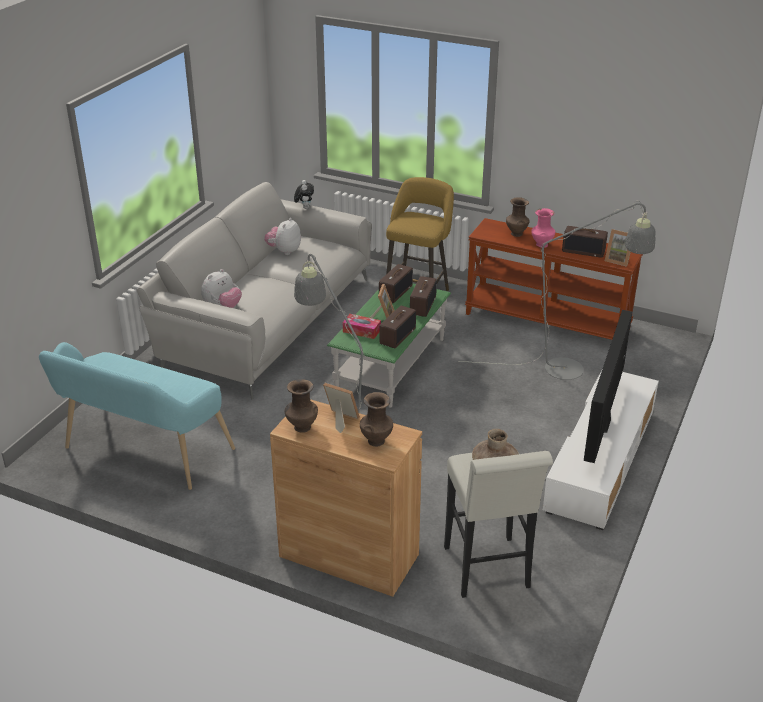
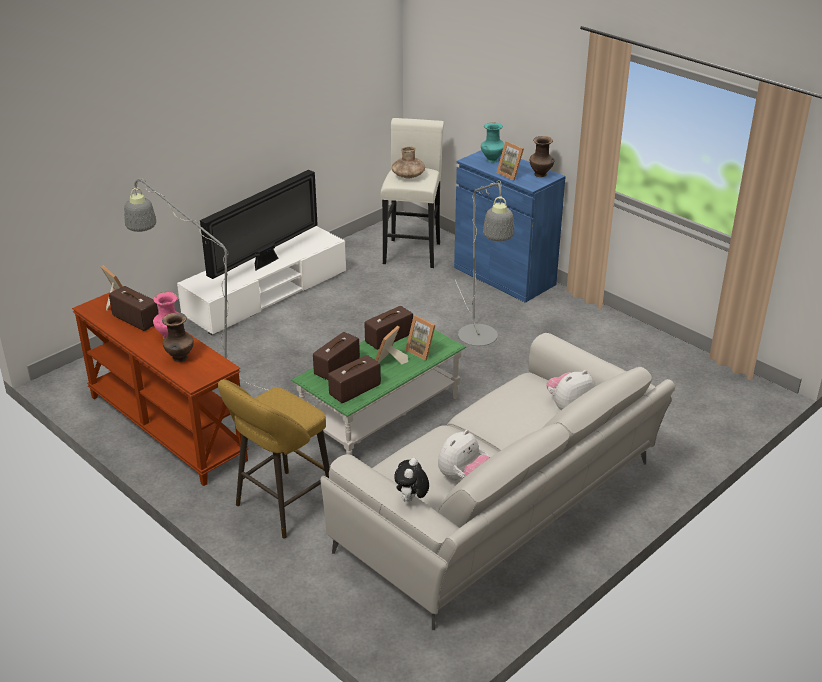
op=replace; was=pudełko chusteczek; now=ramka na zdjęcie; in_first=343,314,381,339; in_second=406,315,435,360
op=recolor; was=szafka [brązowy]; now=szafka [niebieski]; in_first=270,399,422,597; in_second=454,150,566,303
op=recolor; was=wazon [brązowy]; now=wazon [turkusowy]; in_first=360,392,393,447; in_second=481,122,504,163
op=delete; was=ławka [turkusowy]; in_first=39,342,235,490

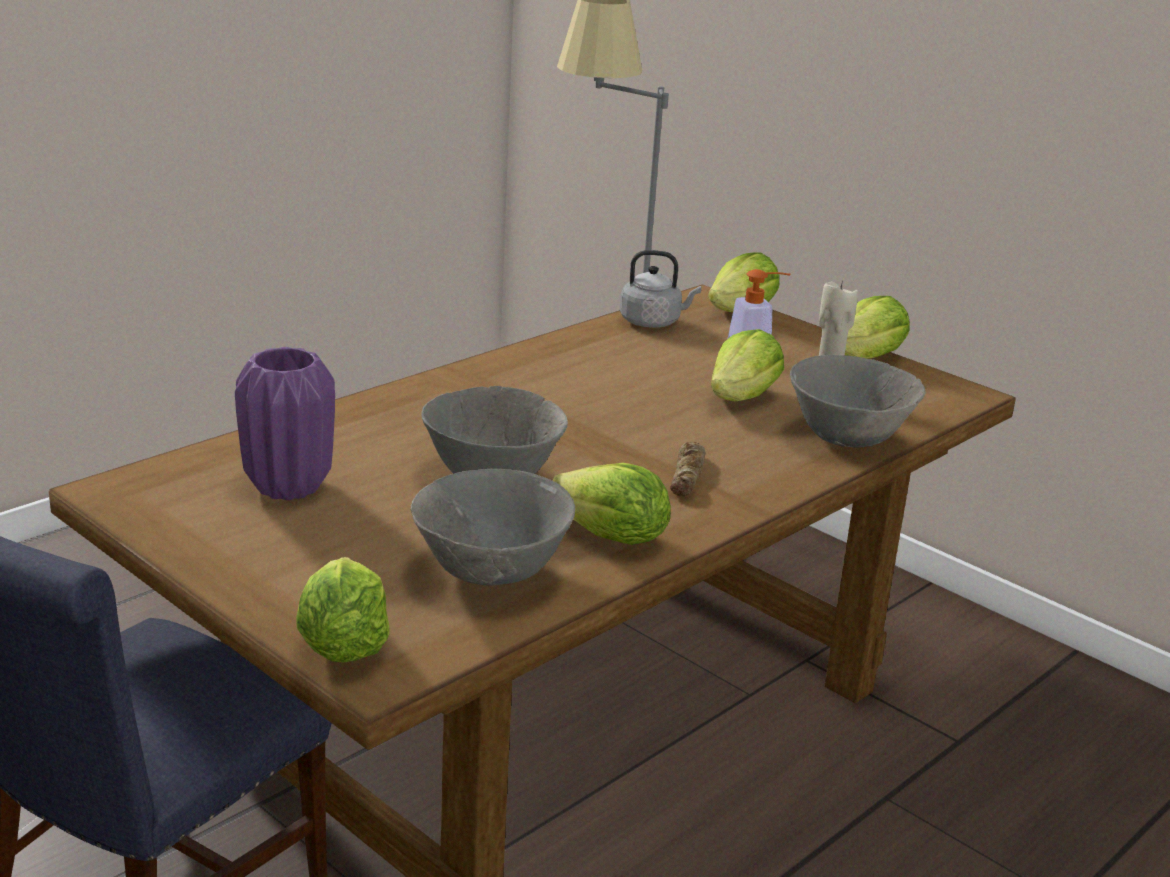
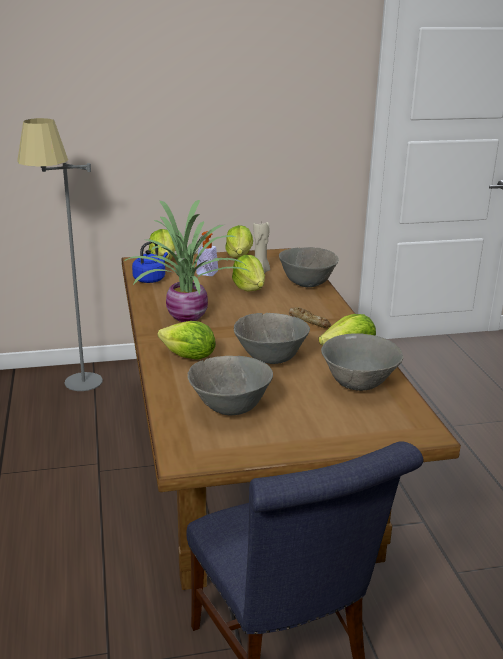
op=insert; now=roślina doniczkowa; in_second=122,200,250,322
op=recolor; was=czajnik [szary]; now=czajnik [niebieski]; in_first=620,250,701,328; in_second=132,241,168,283
op=move; was=sałata; in_first=296,557,389,663; in_second=158,321,216,360
op=replace; was=wazon [fioletowy]; now=miska [szary]; in_first=235,347,335,500; in_second=187,356,273,415

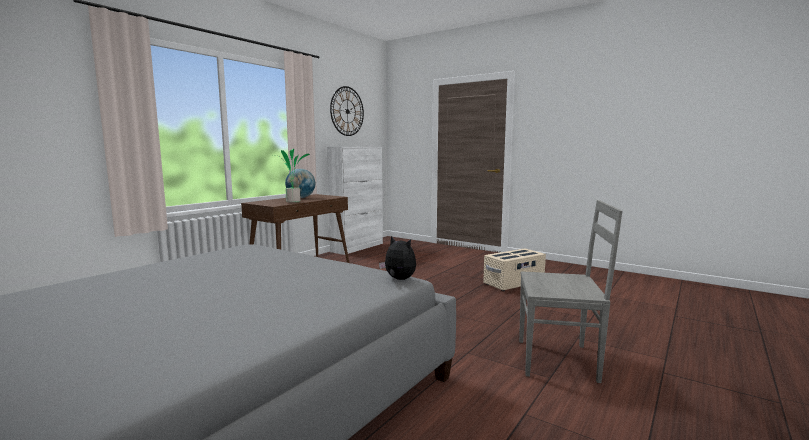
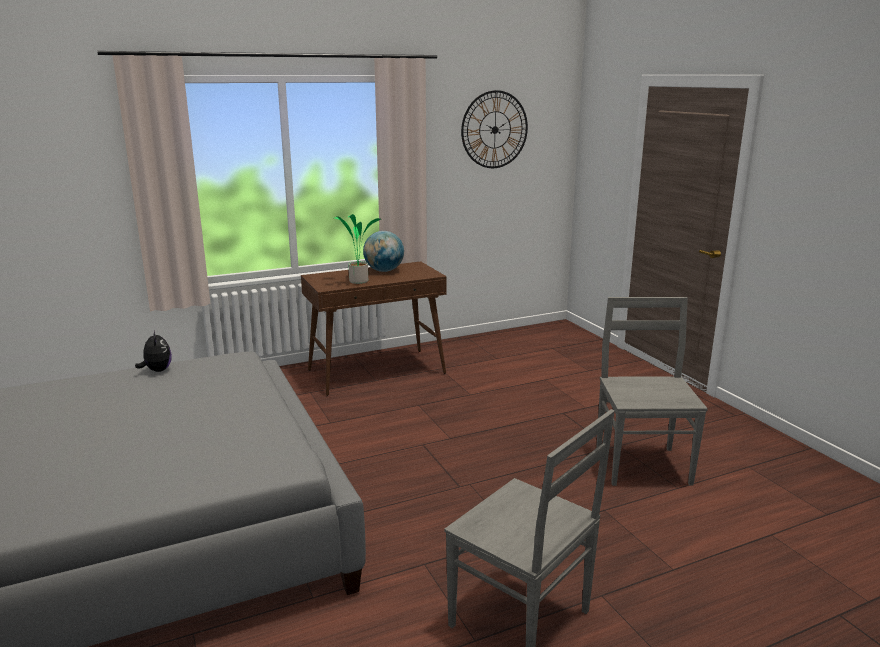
op=move; was=pluszak; in_first=379,236,416,280; in_second=135,330,172,372
op=replace; was=pojemnik do przechowywania [beżowy]; now=krzesło [szary]; in_first=483,248,546,291; in_second=596,297,708,486
op=delete; was=szafka [biały]; in_first=327,147,383,255

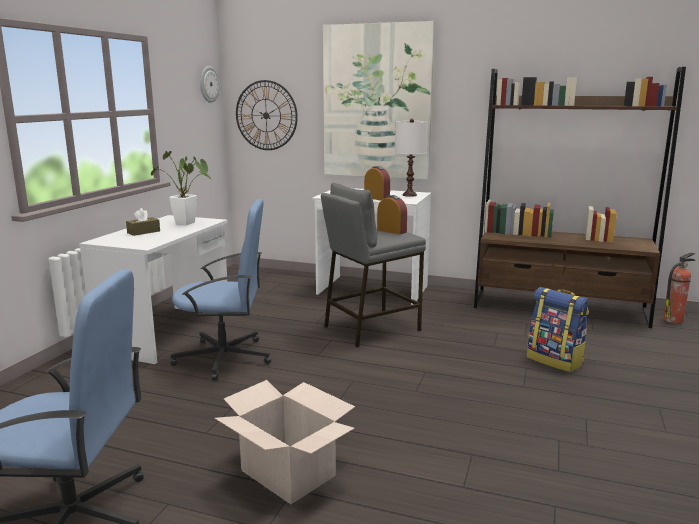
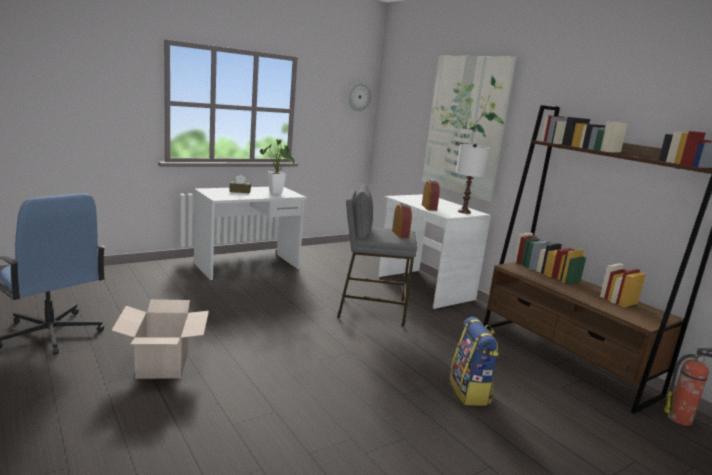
op=delete; was=krzesło biurowe [niebieski]; in_first=170,199,271,381
op=delete; was=zegar ścienny; in_first=236,80,298,150

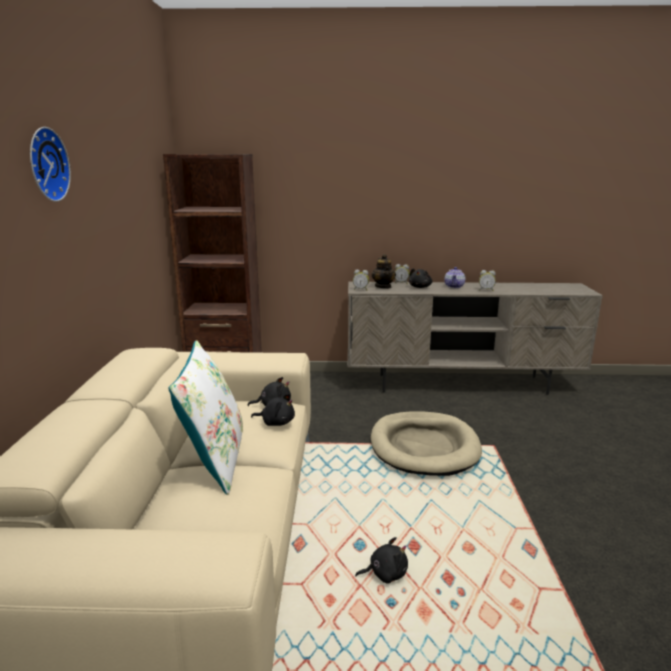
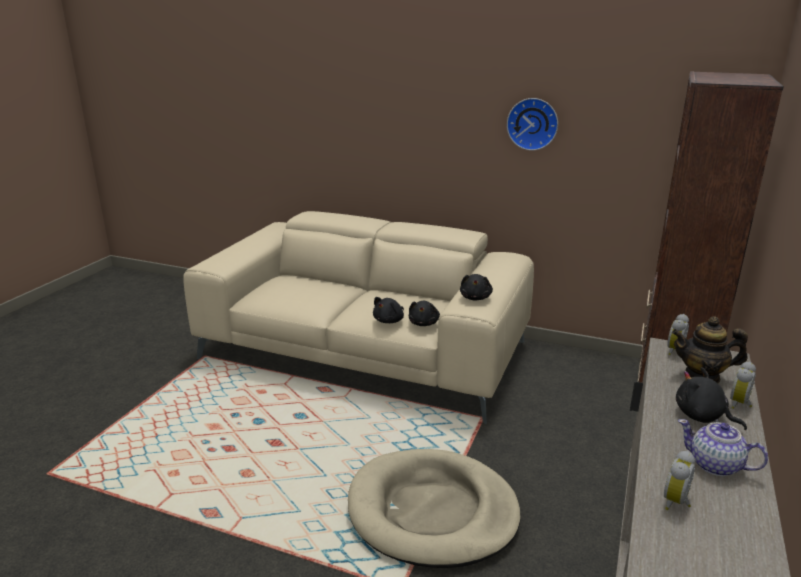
op=move; was=pluszak [czarny]; in_first=355,537,408,584; in_second=460,274,493,301
op=move; was=zegar ścienny; in_first=30,127,71,202; in_second=507,98,558,151
op=delete; was=poduszka [biały]; in_first=168,340,243,495

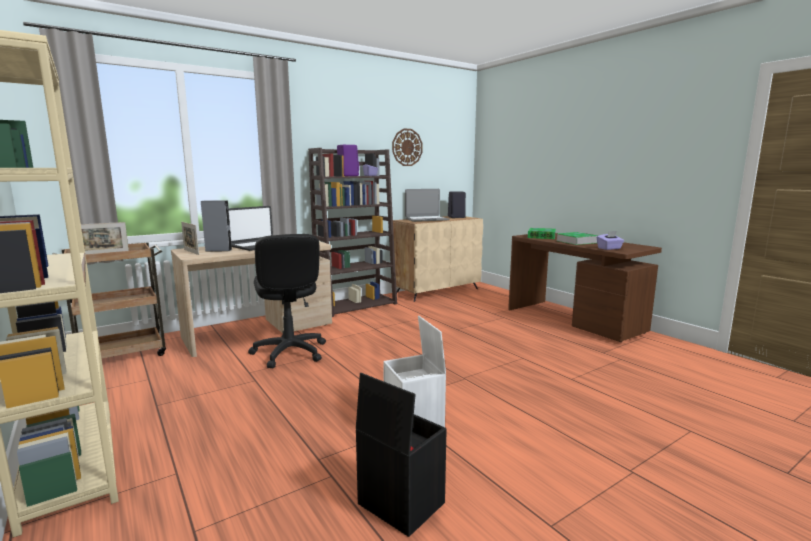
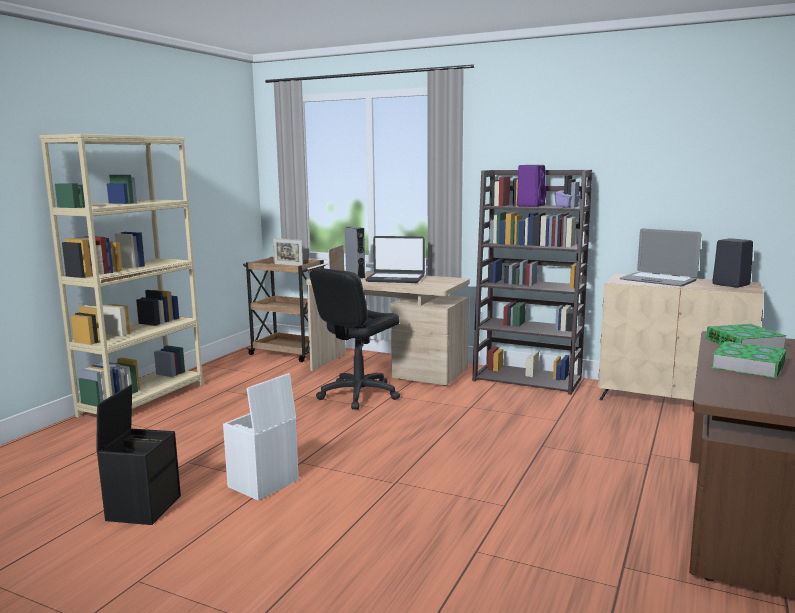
op=delete; was=zegar ścienny; in_first=392,129,422,166
op=delete; was=pudełko chusteczek [fioletowy]; in_first=597,231,624,250

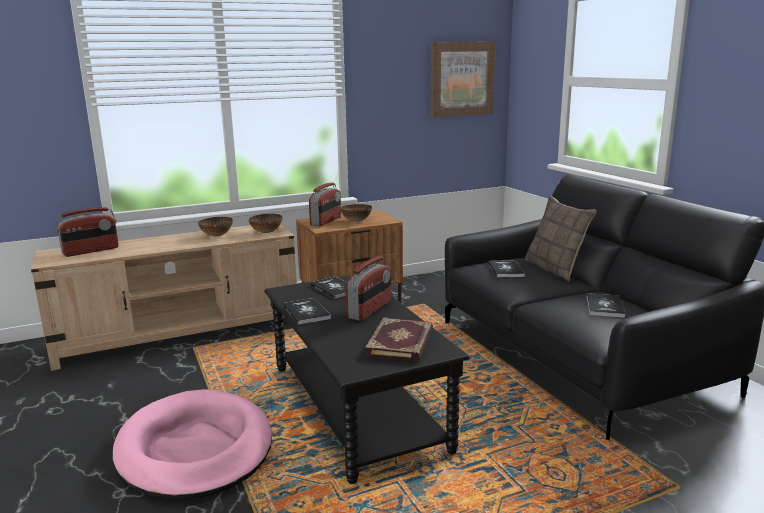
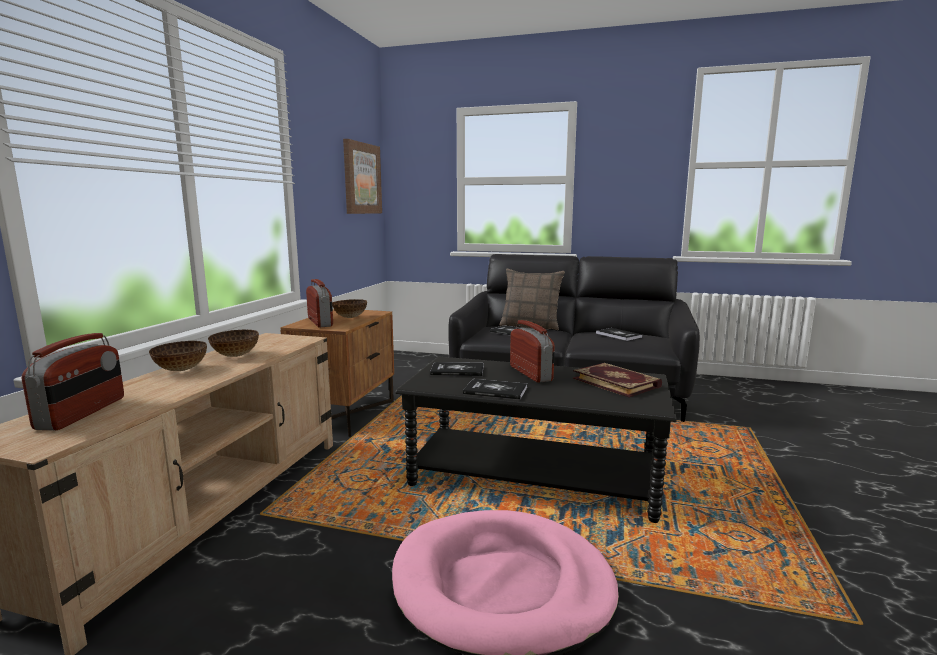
op=move; was=miska; in_first=248,214,282,233; in_second=149,341,207,371

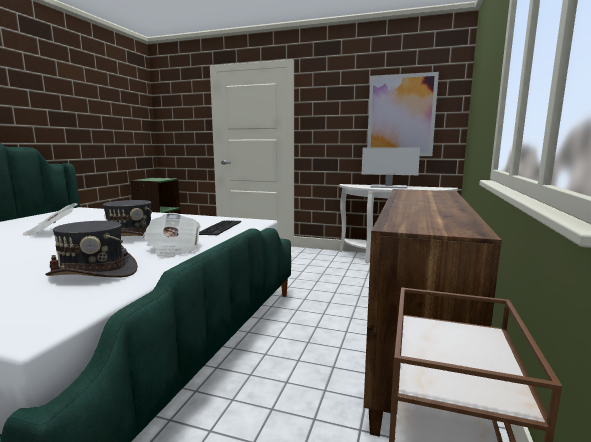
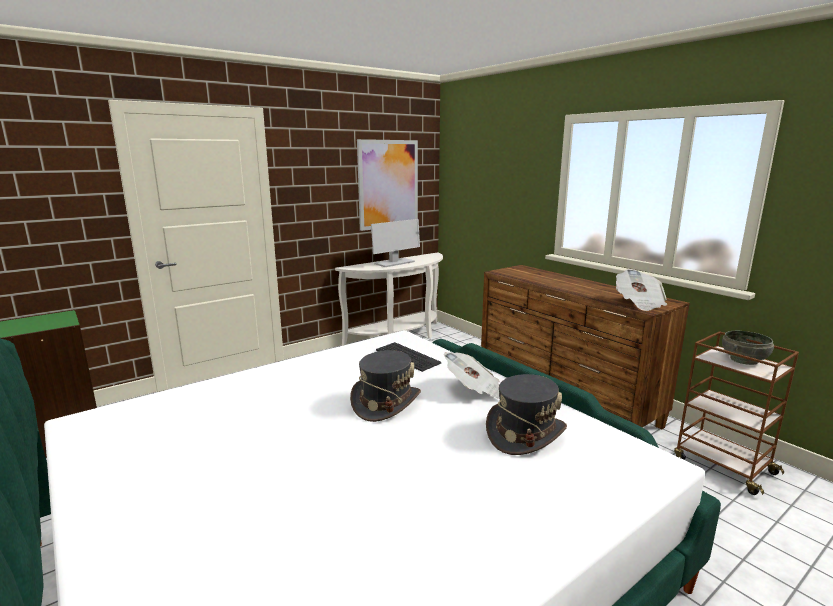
op=move; was=gazeta; in_first=22,203,78,236; in_second=616,269,667,311
op=insert; now=miska [szary]; in_second=722,331,774,365

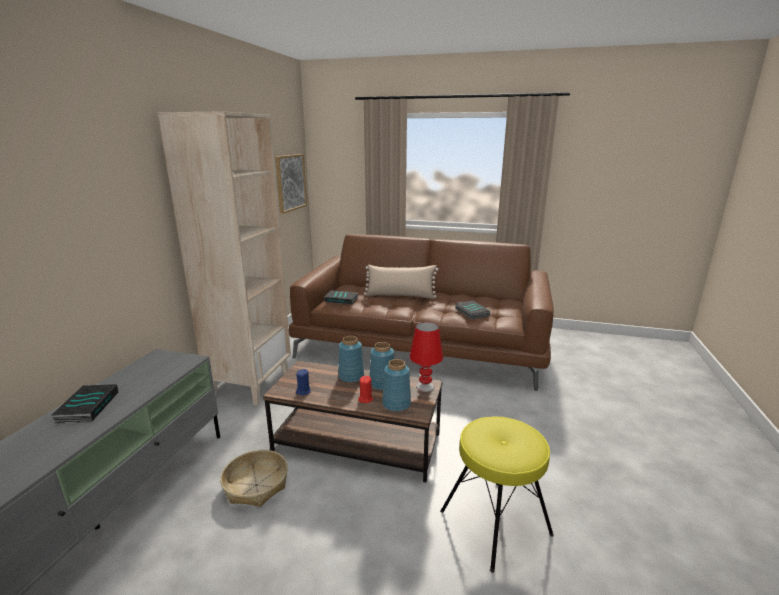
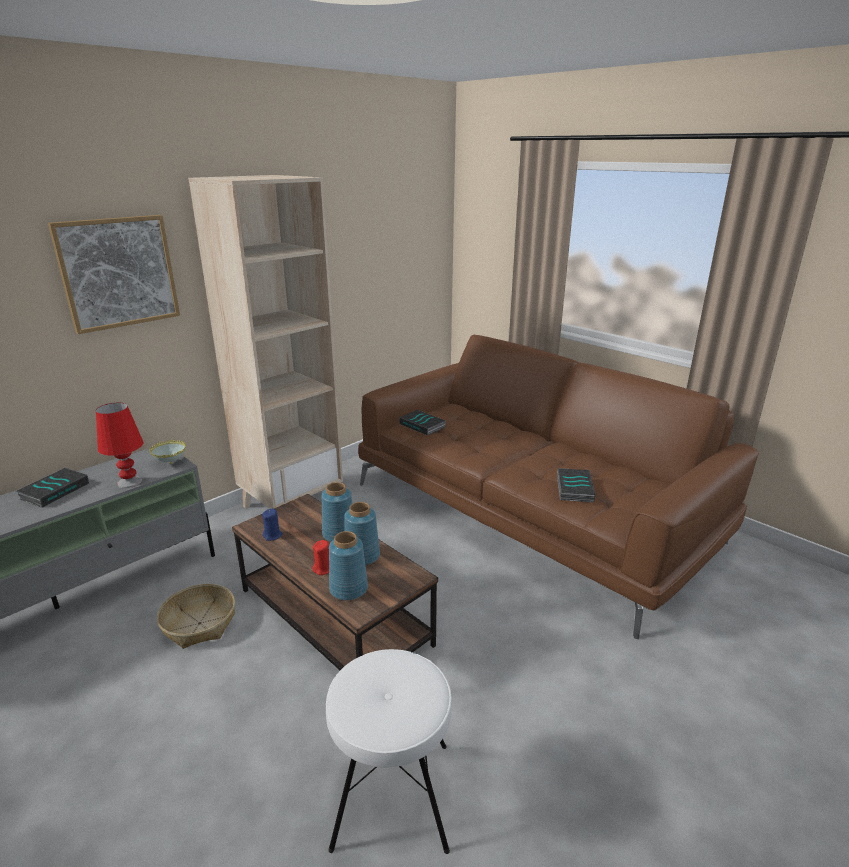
op=move; was=obraz; in_first=275,154,307,214; in_second=48,215,180,334
op=move; was=lampa stołowa [czerwony]; in_first=409,322,443,392; in_second=96,403,144,488
op=insert; now=miska; in_second=149,440,186,464
op=recolor; was=stołek [żółty]; now=stołek [biały]; in_first=440,416,554,573; in_second=326,649,452,854
op=delete; was=poduszka [beżowy]; in_first=364,264,438,299

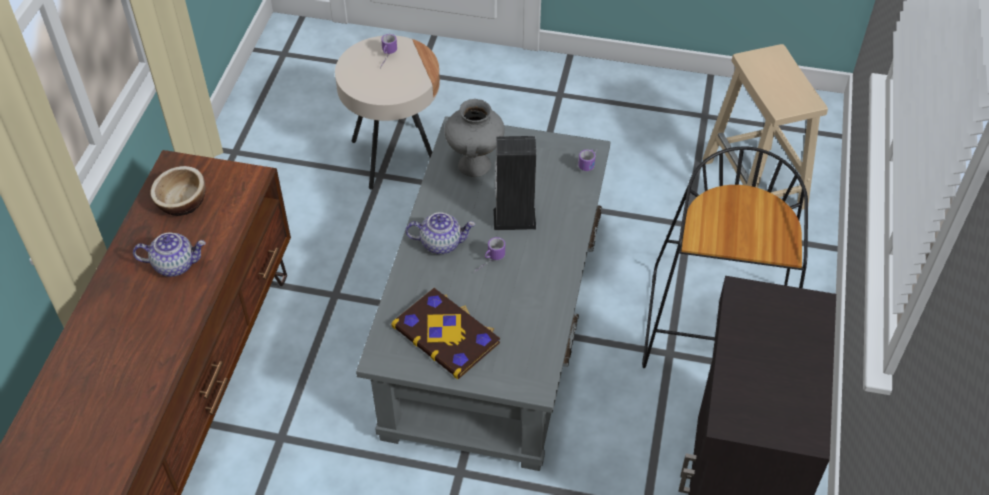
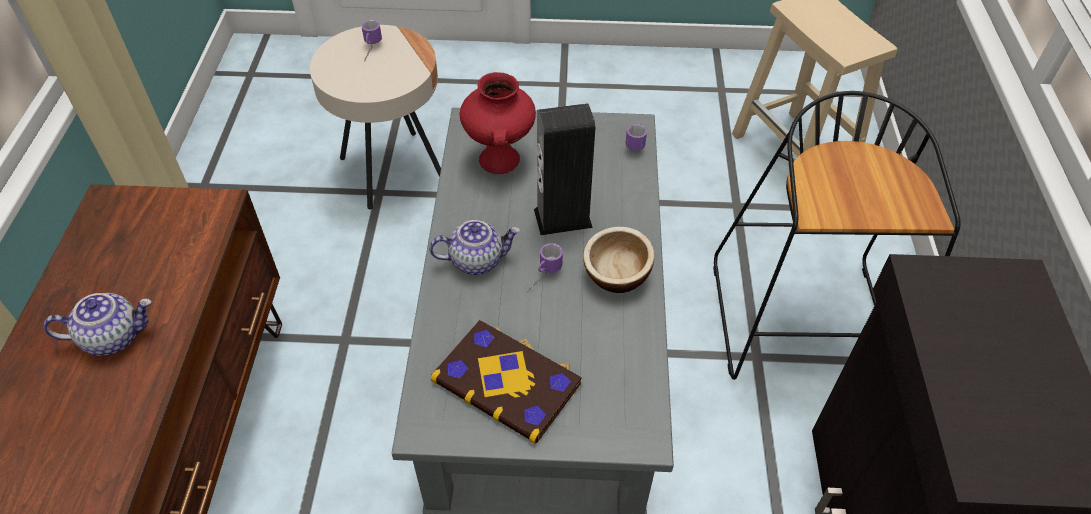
op=recolor; was=wazon [szary]; now=wazon [czerwony]; in_first=444,99,504,177; in_second=460,72,536,174
op=move; was=miska; in_first=150,166,205,216; in_second=583,227,655,293

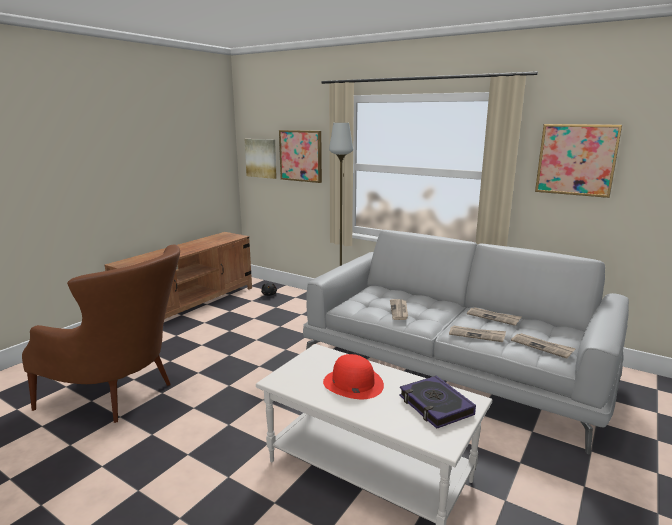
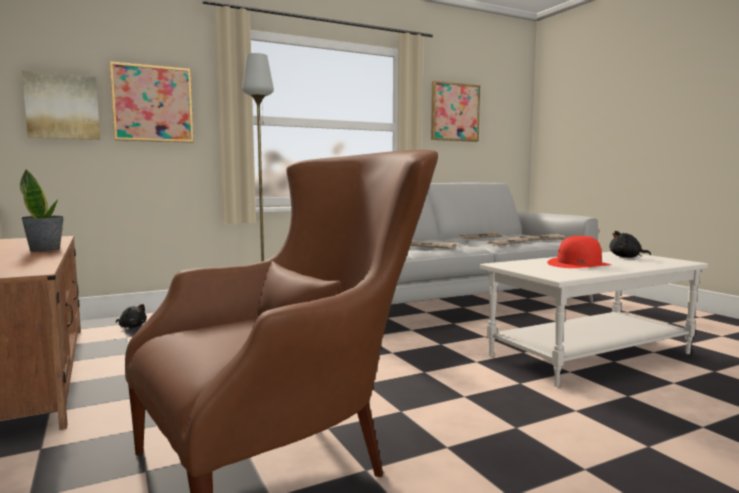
op=insert; now=roślina doniczkowa; in_second=20,169,64,251
op=replace; was=książka; now=pluszak [czarny]; in_first=399,376,476,429; in_second=609,231,651,258

